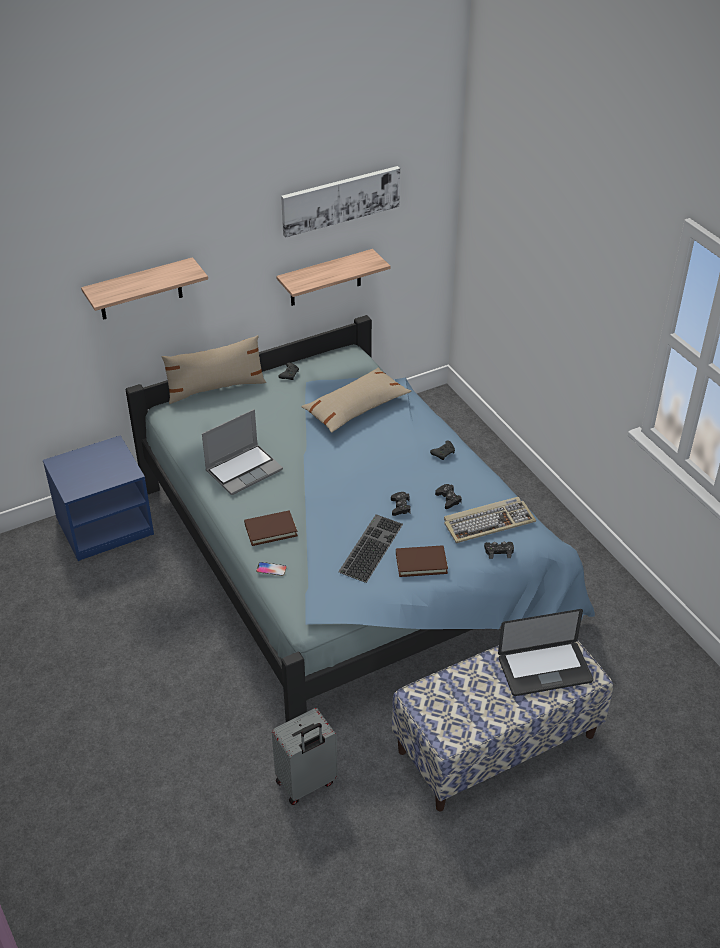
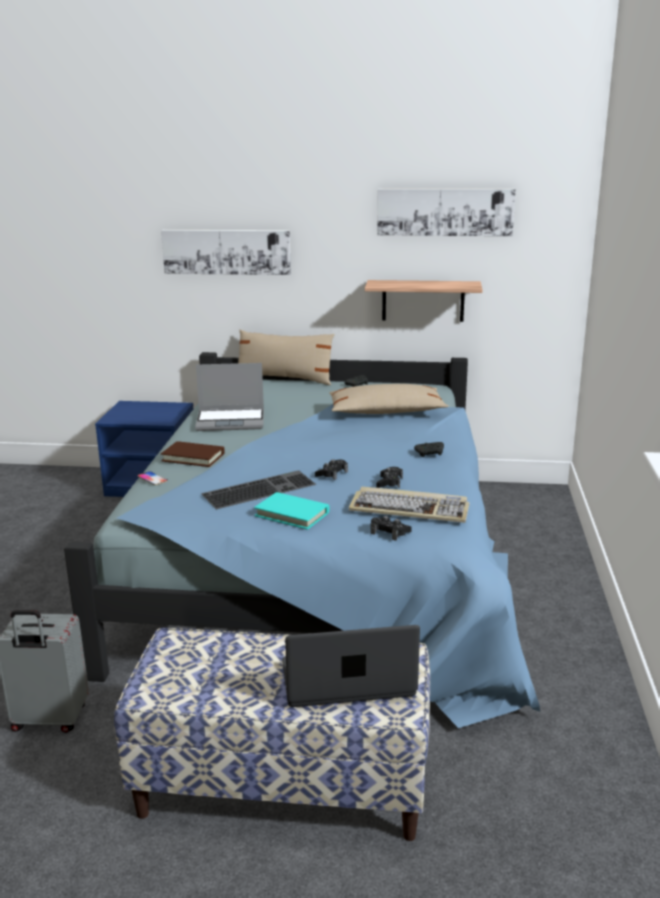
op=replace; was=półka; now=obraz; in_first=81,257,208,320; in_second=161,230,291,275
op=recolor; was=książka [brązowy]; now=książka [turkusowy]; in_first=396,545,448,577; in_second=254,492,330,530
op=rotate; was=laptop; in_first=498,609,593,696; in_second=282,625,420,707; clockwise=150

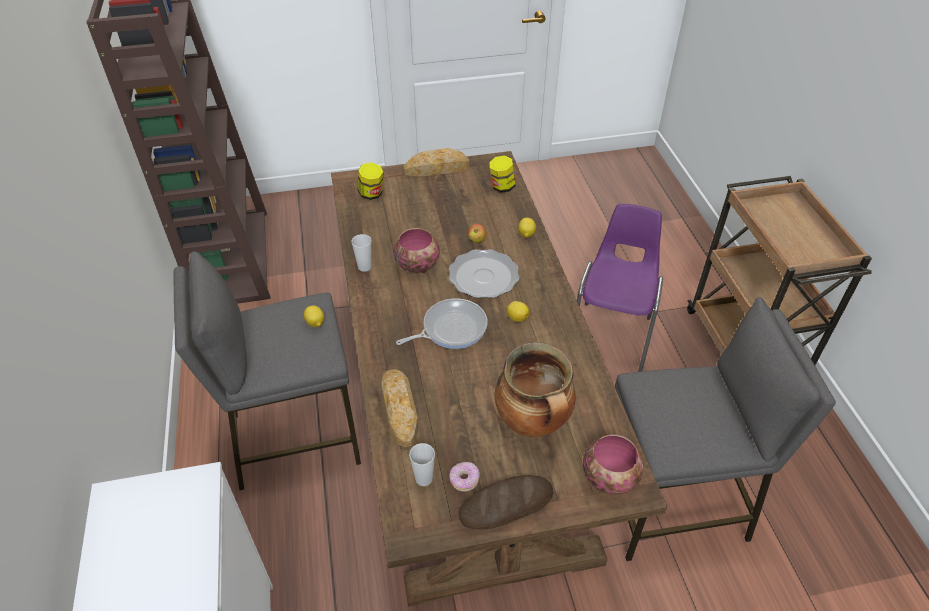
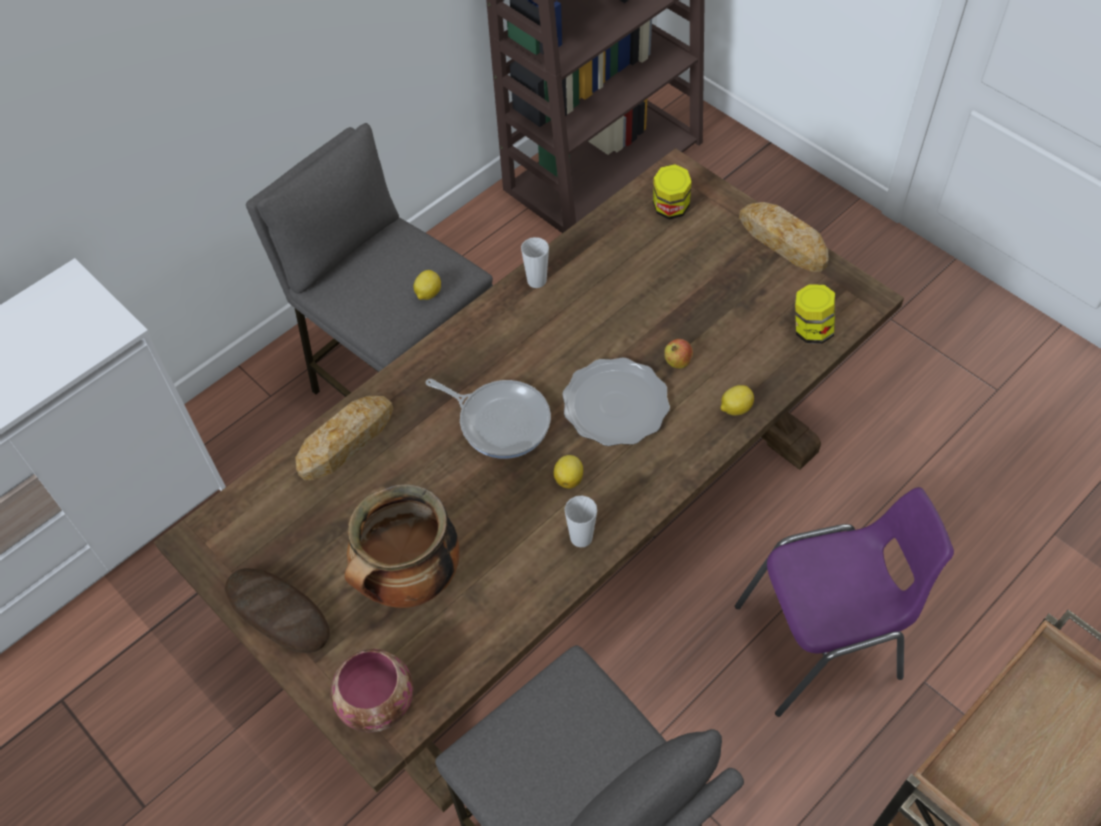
op=move; was=filiżanka; in_first=409,443,435,486; in_second=564,496,597,548
op=delete; was=miska; in_first=393,228,439,273
op=delete; was=donut; in_first=449,462,480,492

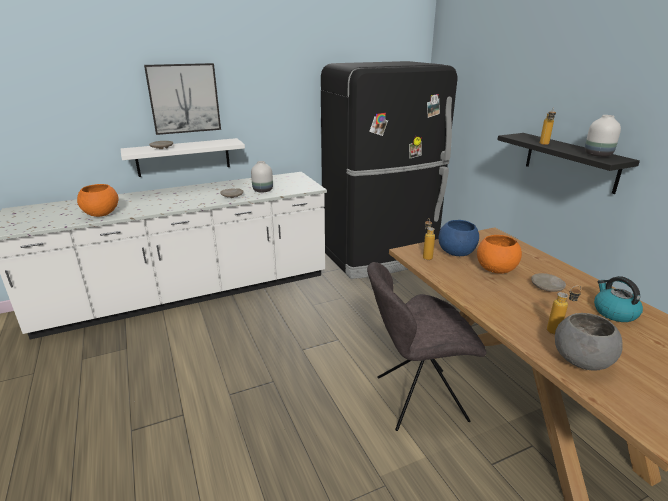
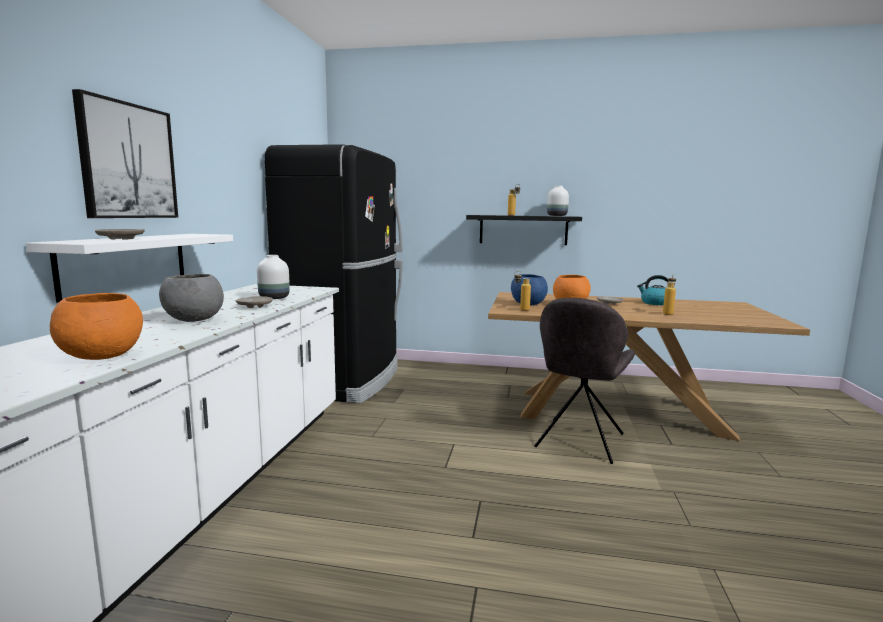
op=move; was=miska [szary]; in_first=555,313,623,371; in_second=159,274,224,322

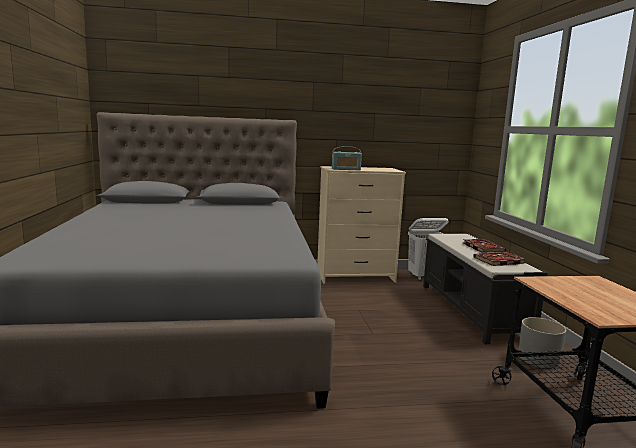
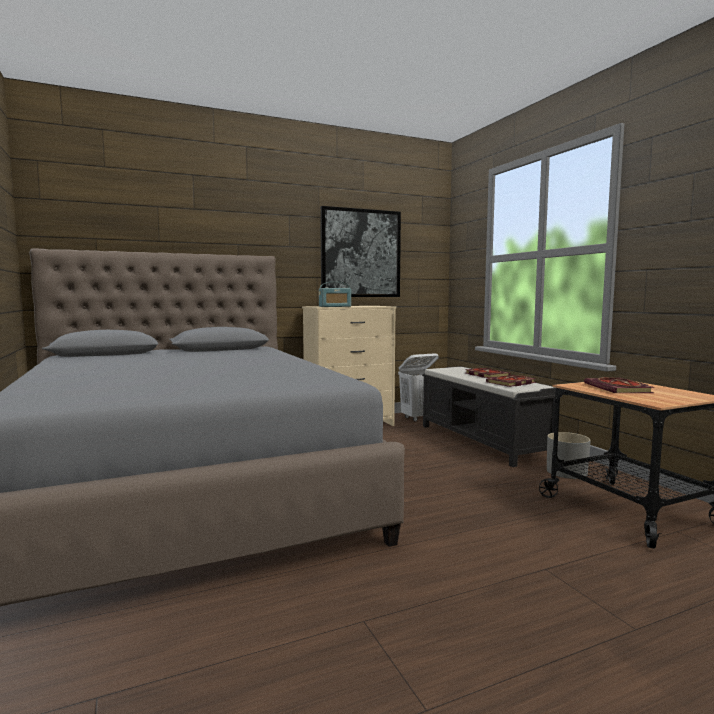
op=insert; now=obraz; in_second=320,206,401,297
op=insert; now=książka; in_second=584,377,654,393

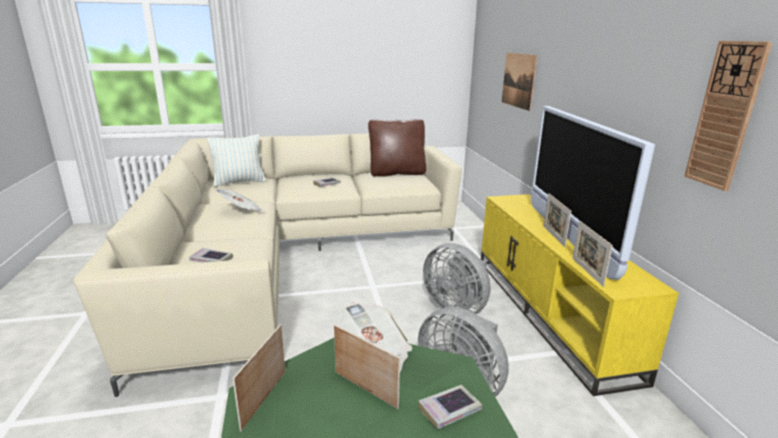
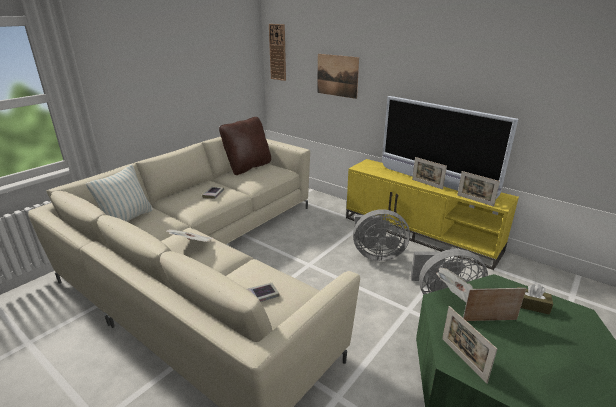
op=move; was=zegar ścienny; in_first=684,41,772,191; in_second=269,24,286,81
op=replace; was=książka; now=pudełko chusteczek [brązowy]; in_first=418,385,482,429; in_second=518,284,553,315

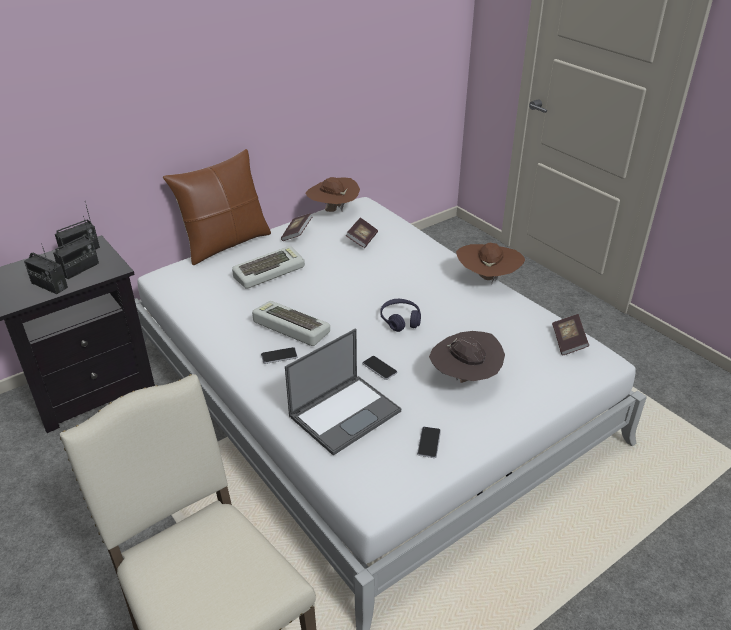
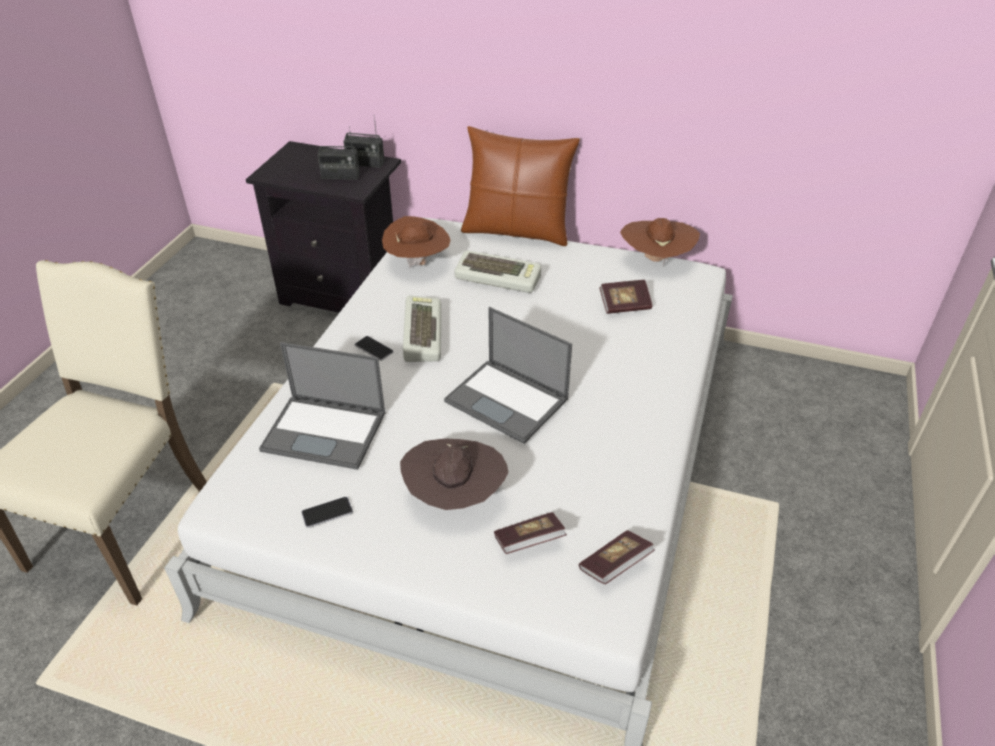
op=move; was=kapelusz [brązowy]; in_first=456,243,525,285; in_second=382,216,451,268
op=replace; was=słuchawki [fioletowy]; now=laptop; in_first=380,299,421,332; in_second=444,307,572,444
op=move; was=książka; in_first=281,213,313,241; in_second=494,512,567,554
op=delete; was=radio; in_first=24,243,68,294
op=delete; was=telefon; in_first=362,356,397,380

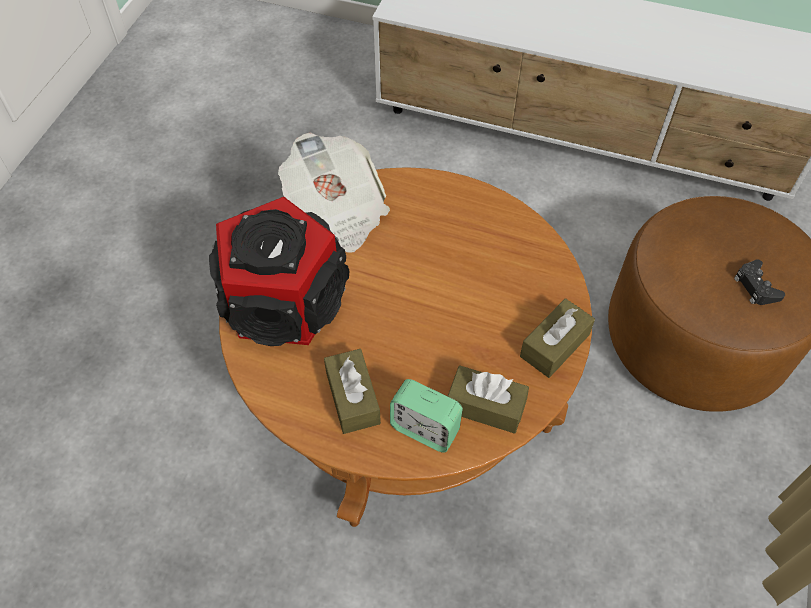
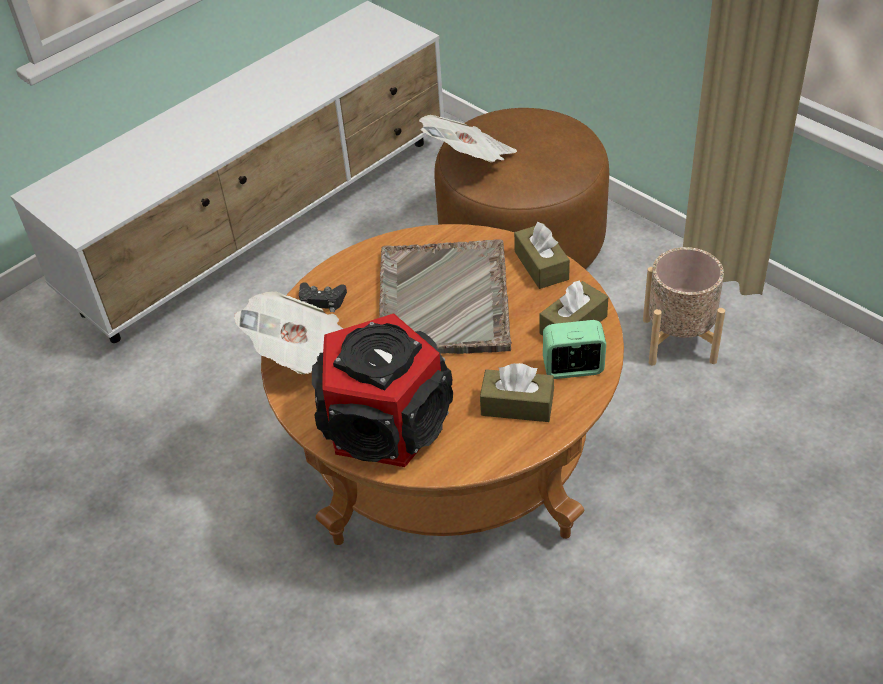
op=move; was=pad do gier [czarny]; in_first=734,259,785,305; in_second=299,282,347,312
op=insert; now=taca [szary]; in_second=379,239,512,354
op=insert; now=gazeta; in_second=420,115,517,162
op=rotate; was=budzik; in_first=390,379,463,453; in_second=543,320,606,379; clockwise=-150
op=insert; now=donica [beżowy]; in_second=643,247,725,366

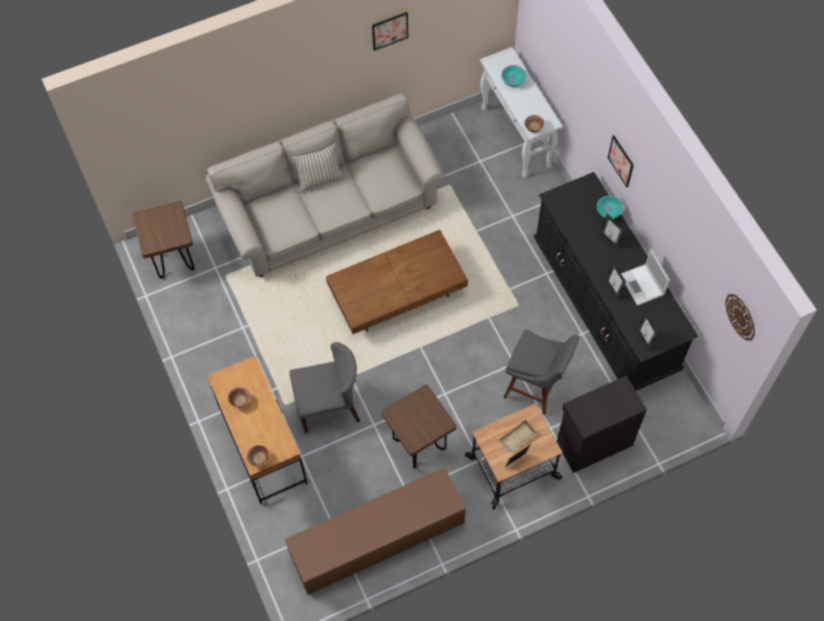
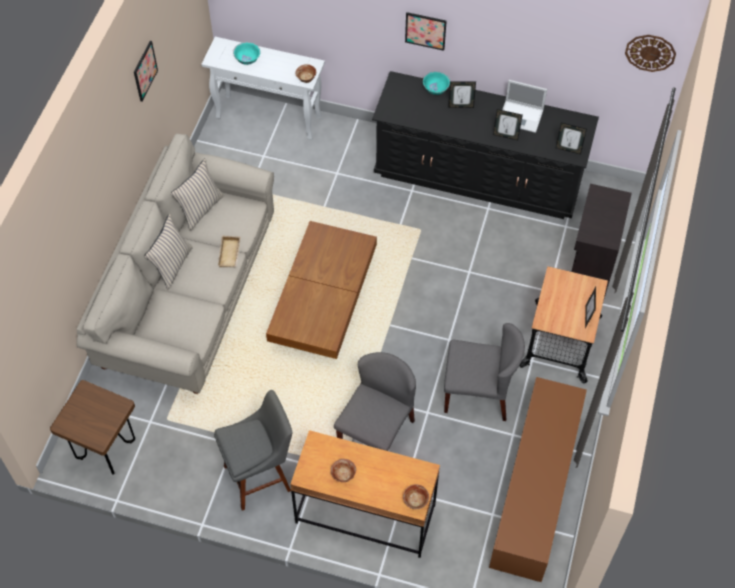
op=insert; now=poduszka [beżowy]; in_second=170,158,224,231
op=move; was=stołek [szary]; in_first=503,330,579,415; in_second=214,390,292,510
op=move; was=taca [beżowy]; in_first=498,419,538,453; in_second=218,236,240,267
op=replace; was=stołek [brązowy]; now=krzesło [szary]; in_first=382,384,456,469; in_second=444,323,525,421

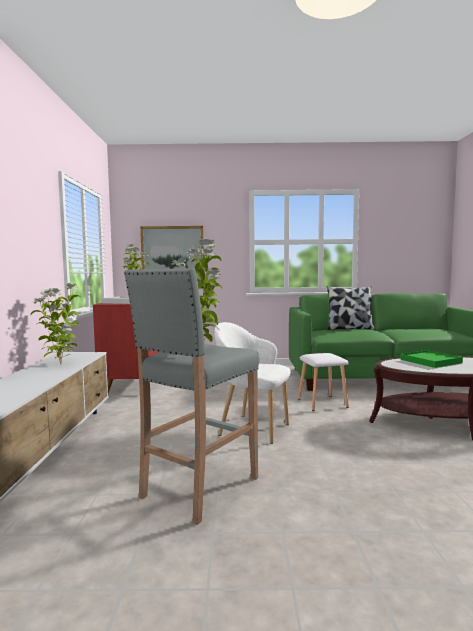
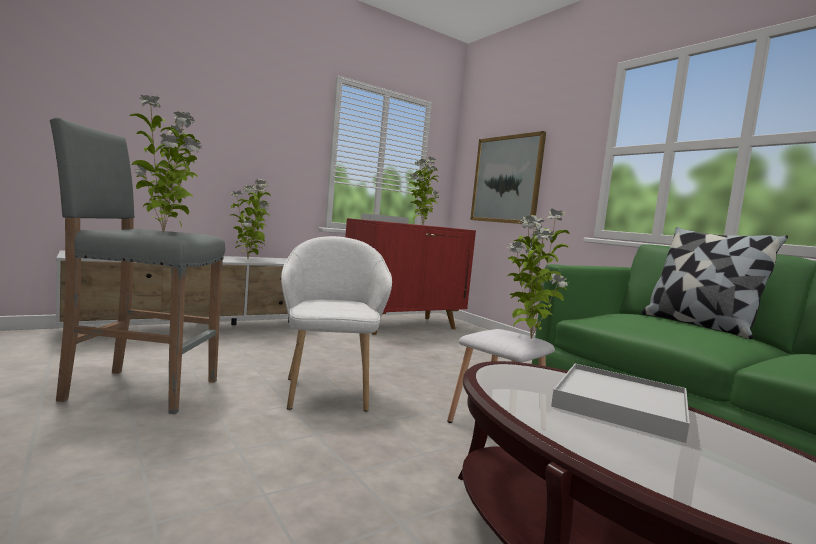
op=insert; now=roślina doniczkowa; in_second=507,209,570,339
op=recolor; was=taca [zielony]; now=taca [biały]; in_first=400,350,463,368; in_second=551,364,690,443

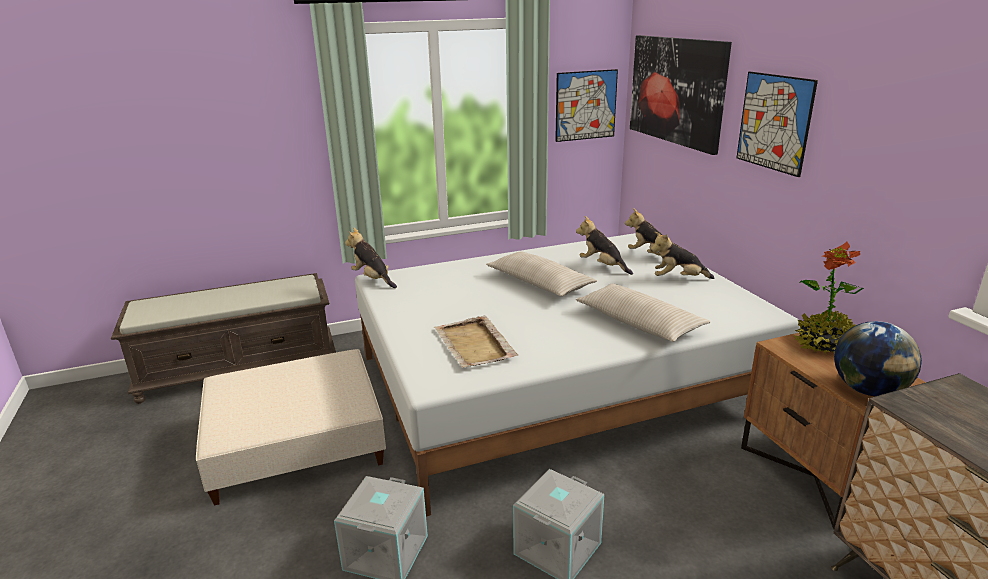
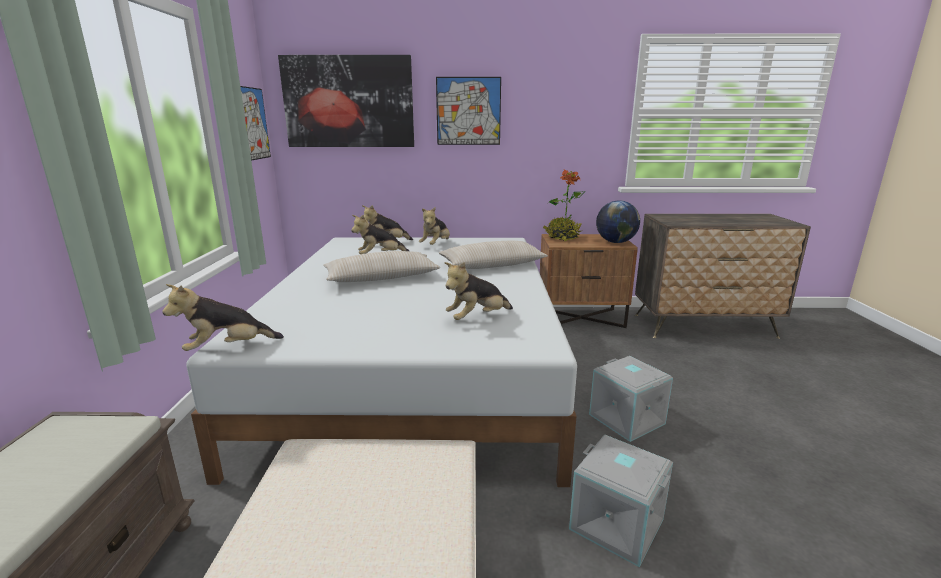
op=replace; was=taca [beżowy]; now=pluszak; in_first=434,315,518,368; in_second=444,262,513,320

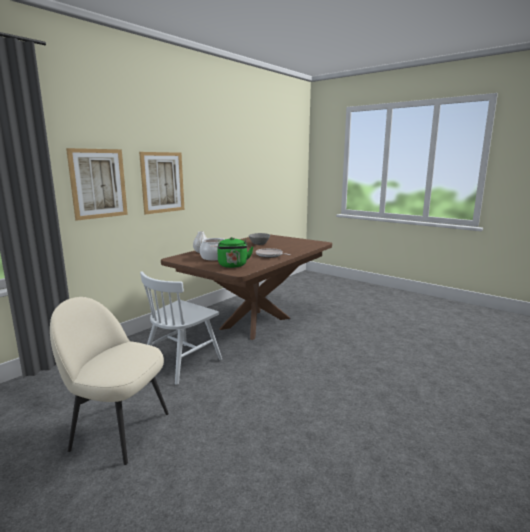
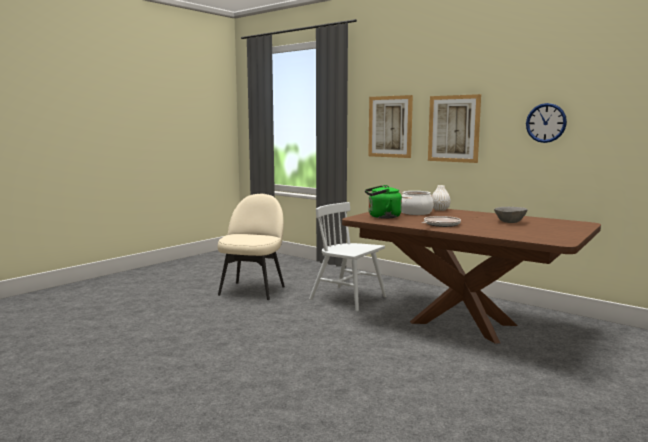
op=insert; now=zegar ścienny; in_second=526,103,567,143

